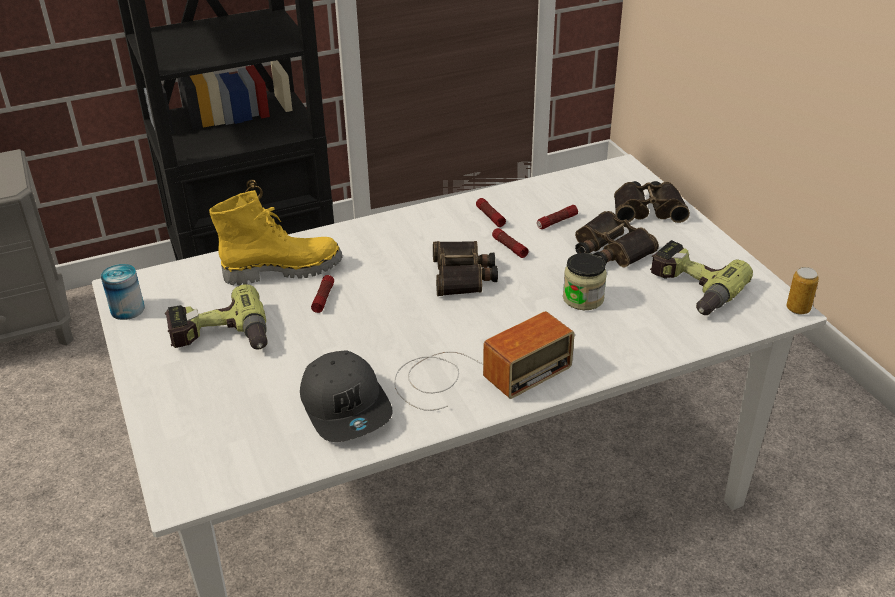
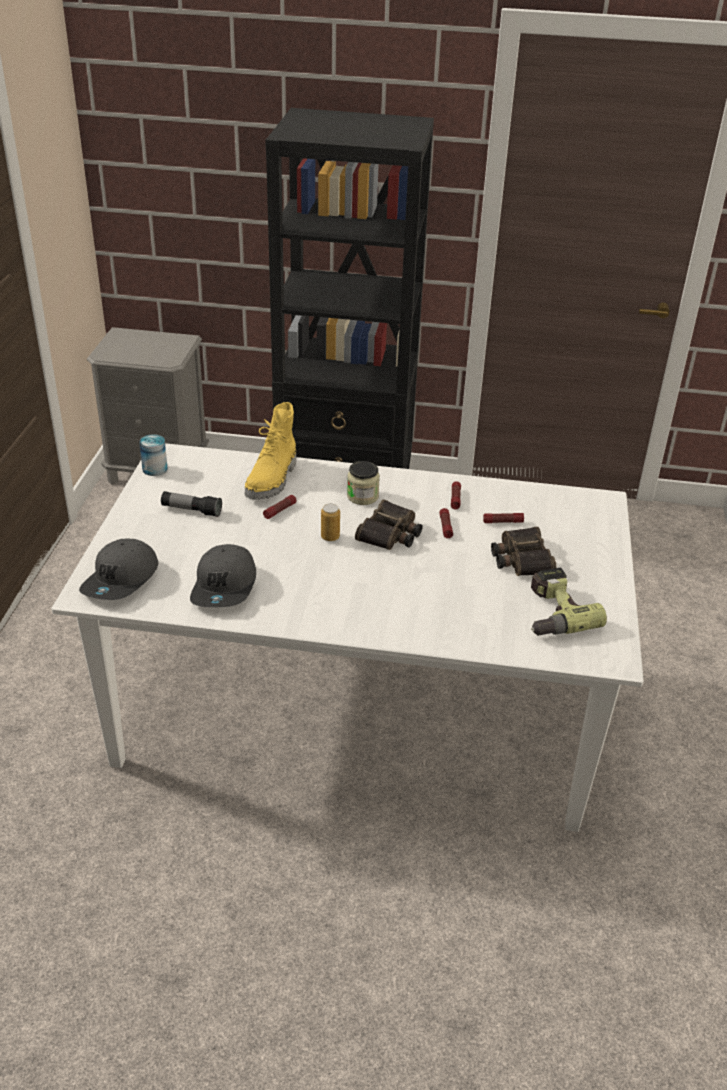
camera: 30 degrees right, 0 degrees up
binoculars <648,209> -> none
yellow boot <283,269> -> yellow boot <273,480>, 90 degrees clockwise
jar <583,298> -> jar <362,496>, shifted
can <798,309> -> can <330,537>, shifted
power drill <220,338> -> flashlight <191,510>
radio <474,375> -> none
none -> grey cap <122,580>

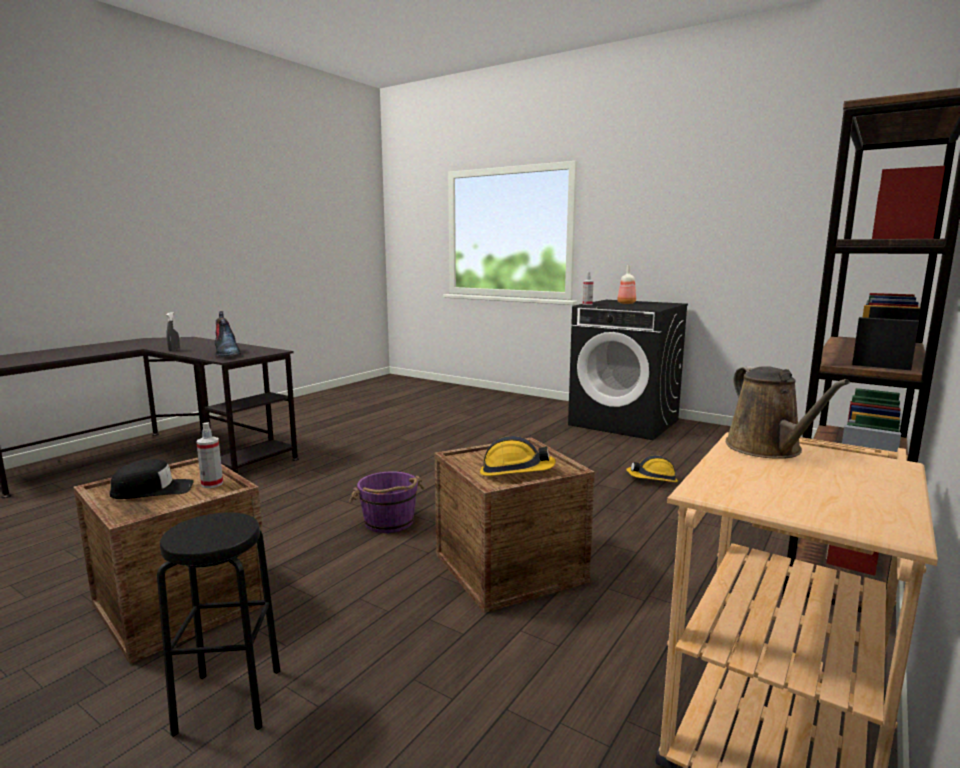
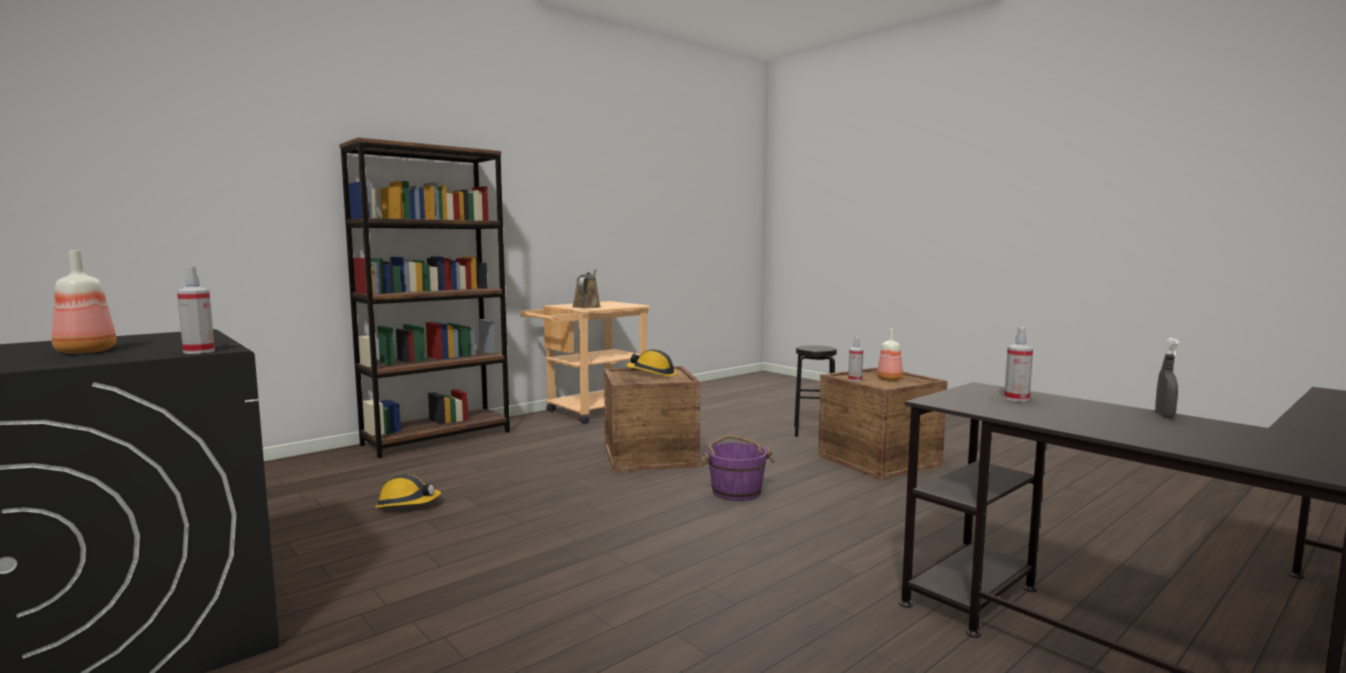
camera: 165 degrees left, 5 degrees down
boot <227,354> -> spray bottle <1016,399>
black cap <153,490> -> bottle <890,379>

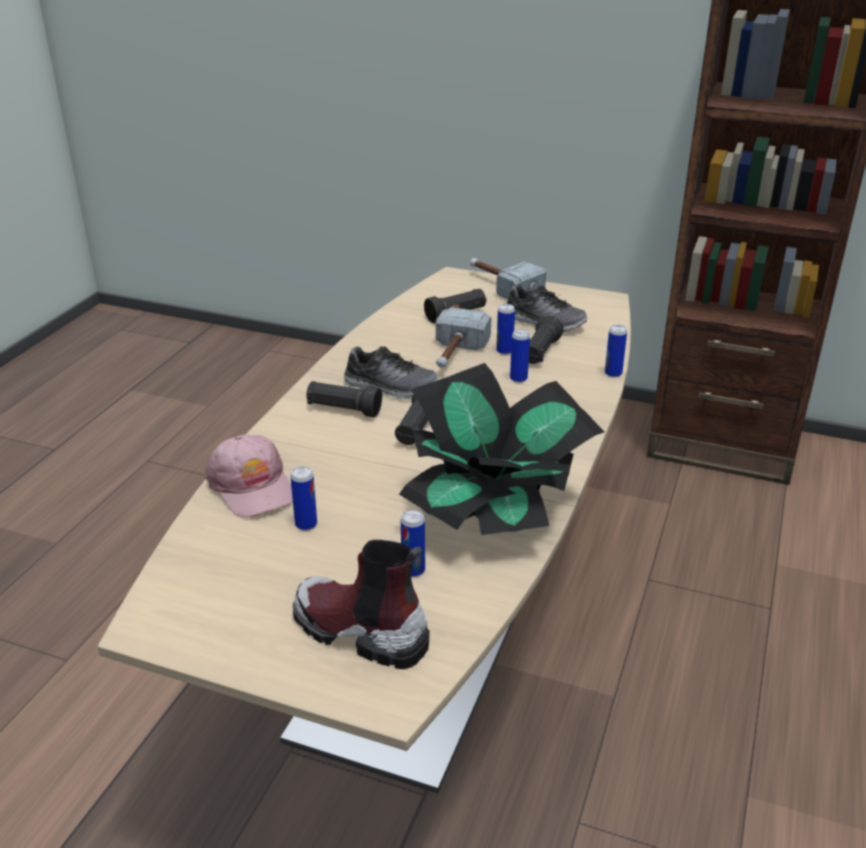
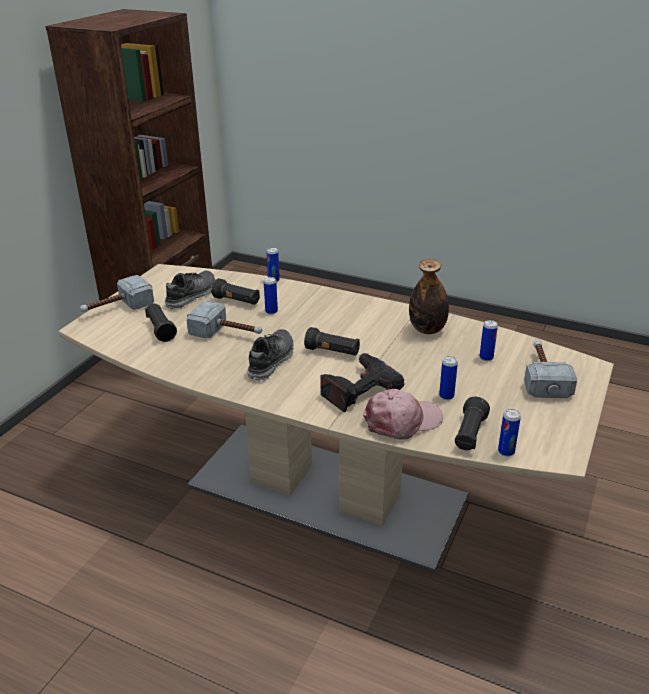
camera: 85 degrees left, 0 degrees up
can <504,351> -> can <506,451>, shifted
potted plant <494,512> -> bottle <427,329>
black flashlight <343,410> -> black flashlight <469,434>, shifted
boot <359,632> -> hammer <543,376>
none -> power drill <358,389>

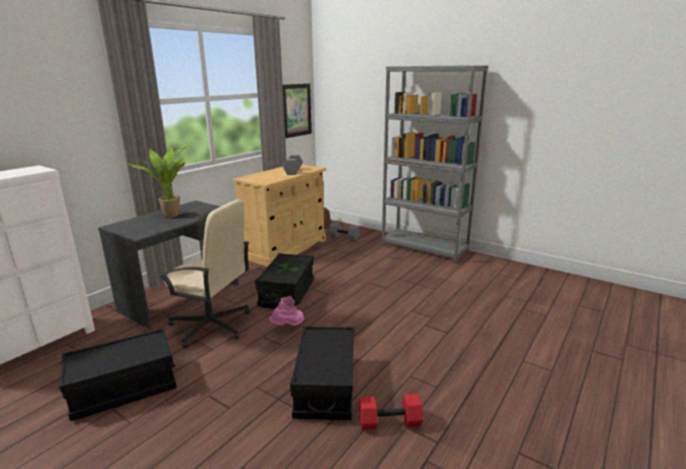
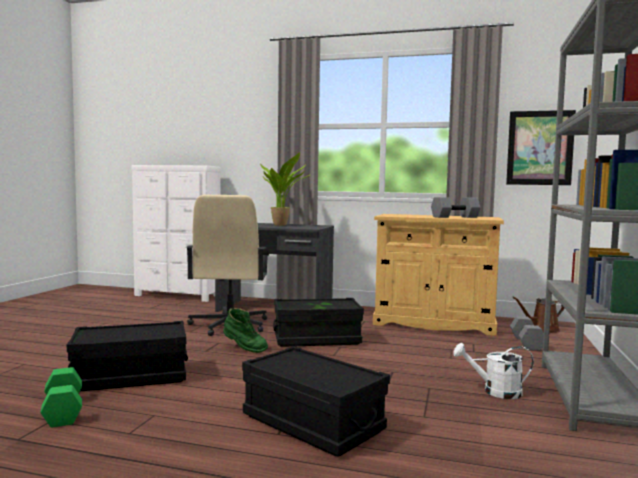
camera: 70 degrees right, 15 degrees down
pink boot <288,326> -> green boot <244,349>
black storage box <124,388> -> black storage box <312,423>, shifted
red dumbbell <390,421> -> green dumbbell <64,411>
none -> white watering can <495,392>

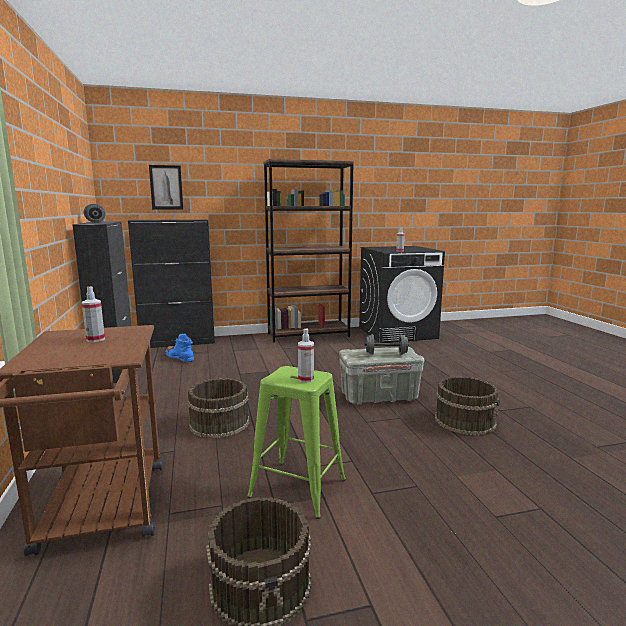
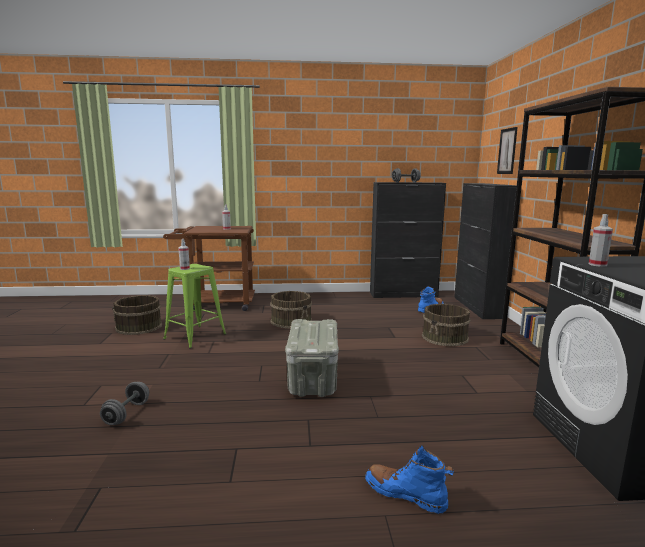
camera: 100 degrees right, 0 degrees up
grey dumbbell <386,354> -> grey dumbbell <127,413>, shifted
brown bucket <465,420> -> brown bucket <445,337>, shifted
none -> blue boot <405,494>

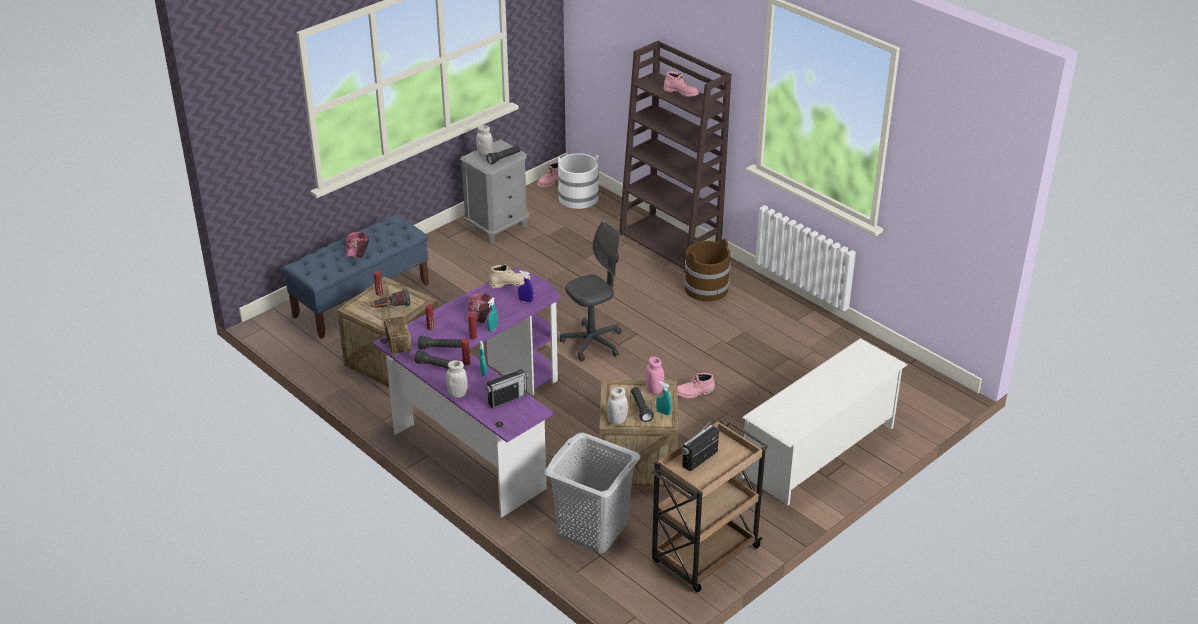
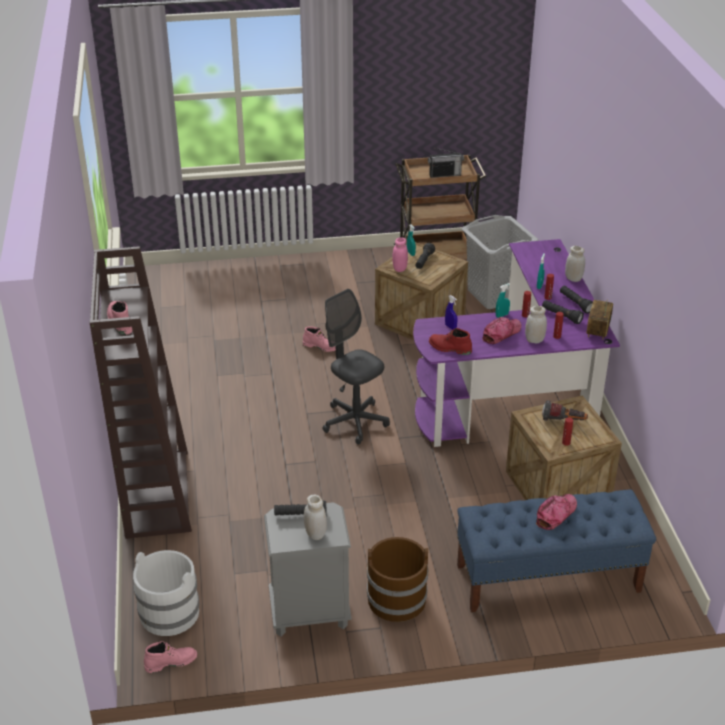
camera: 145 degrees left, 0 degrees up
grey office chair <592,343> -> grey office chair <355,422>, 45 degrees clockwise
brown bucket <706,289> -> brown bucket <397,599>, shifted
beige boot <509,283> -> red boot <449,348>
white shoe rack <819,452> -> none
radio <507,399> -> none
white jar <617,420> -> white jar <534,340>, shifted

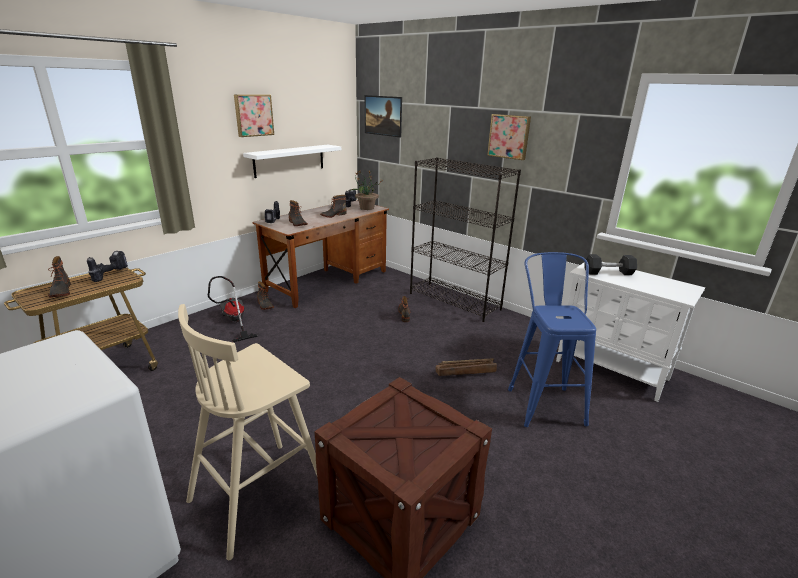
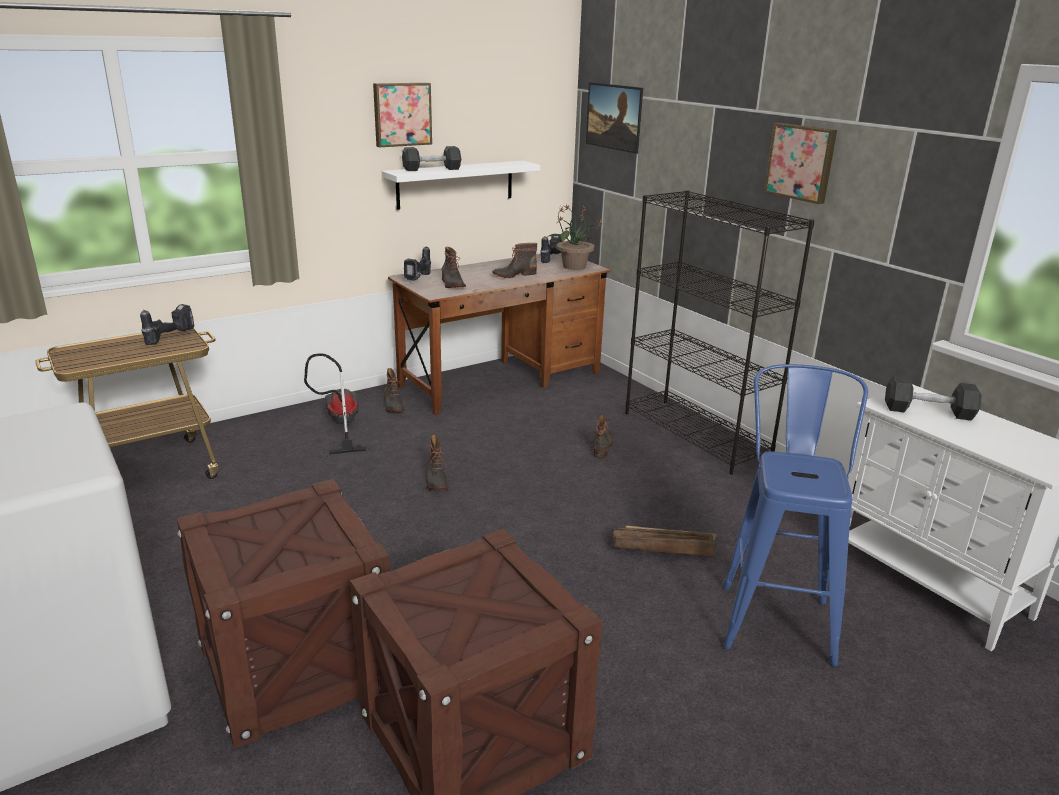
camera: 15 degrees right, 0 degrees up
boot <60,291> -> boot <435,480>, shifted
beige stool <260,493> -> crate <295,664>
none -> grey dumbbell <432,169>

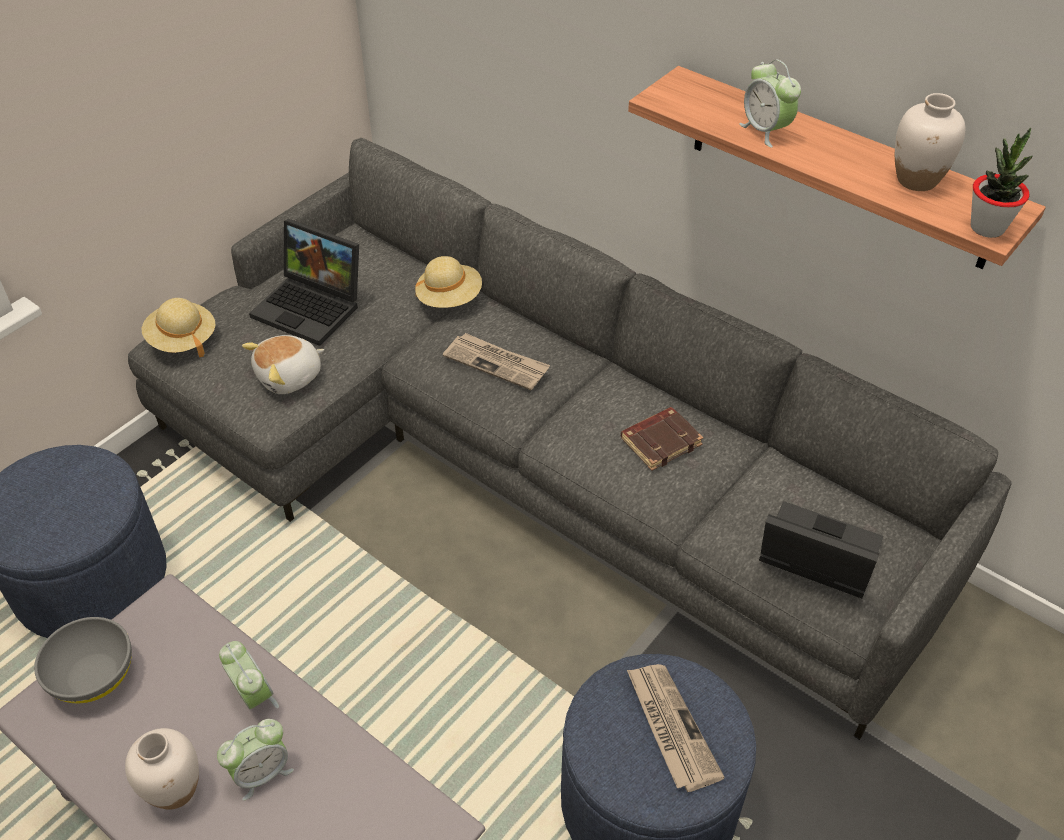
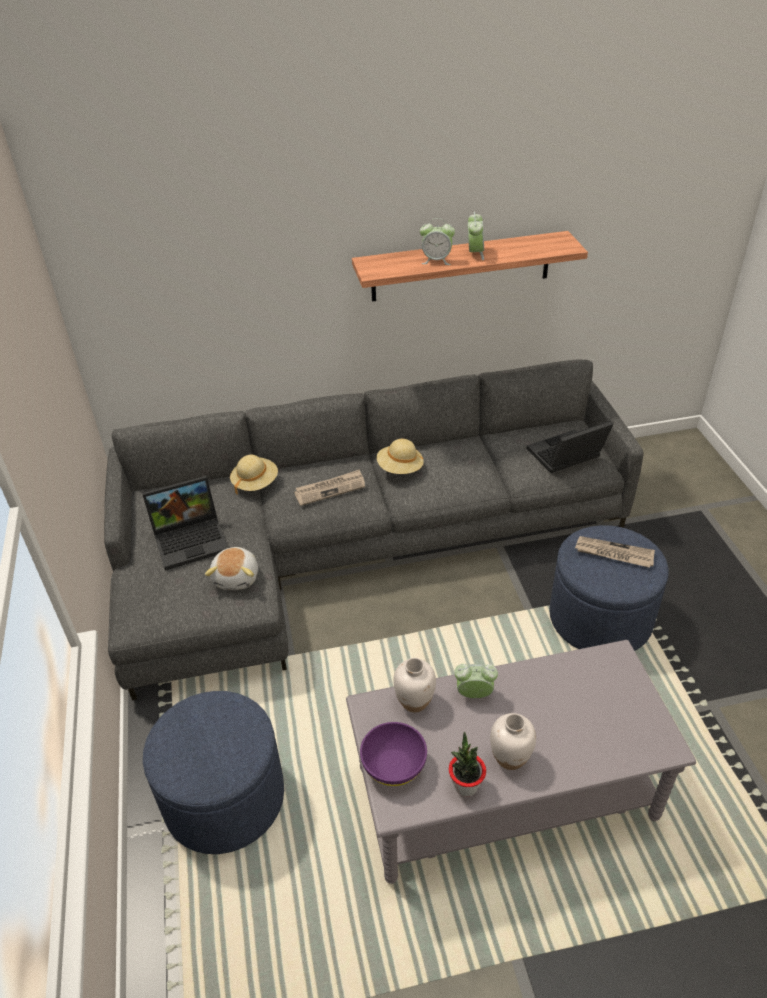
camera: 50 degrees left, 5 degrees down
white vase <917,180> -> white vase <415,701>, shifted
potted plant <987,227> -> potted plant <466,786>, shifted
beige hat <182,340> -> beige hat <400,468>, shifted
brown book <660,441> -> none
grey bowl <93,675> -> purple bowl <393,765>
alarm clock <262,773> -> alarm clock <475,253>, shifted

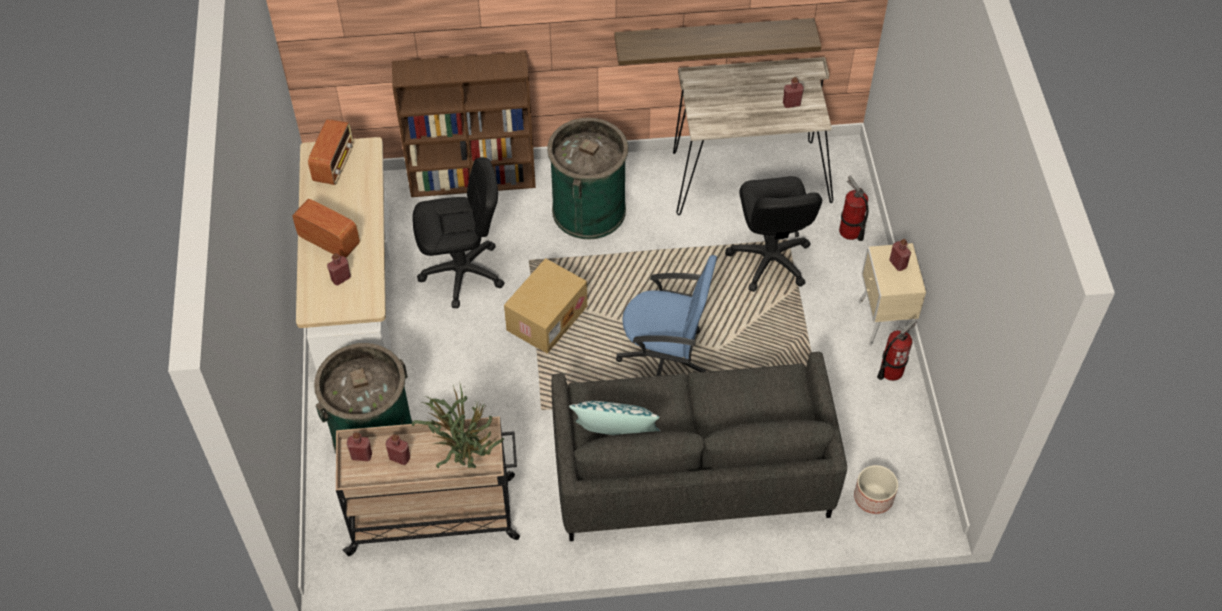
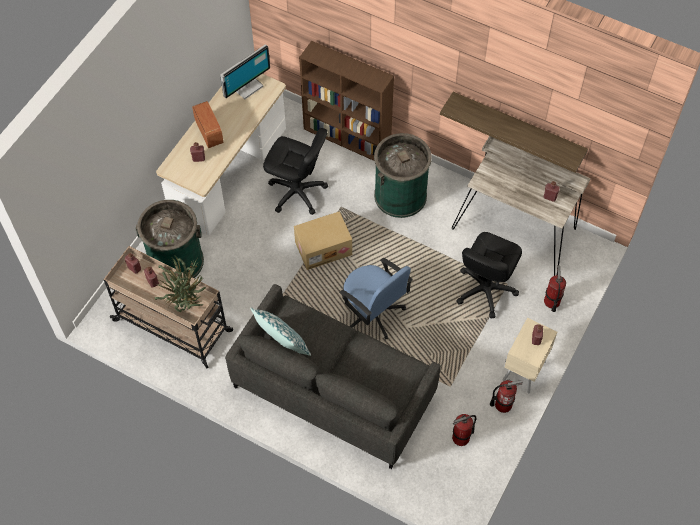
camera: 35 degrees right, 5 degrees up
radio <334,164> -> monitor <247,87>
planter <873,498> -> none
none -> fire extinguisher <461,438>

